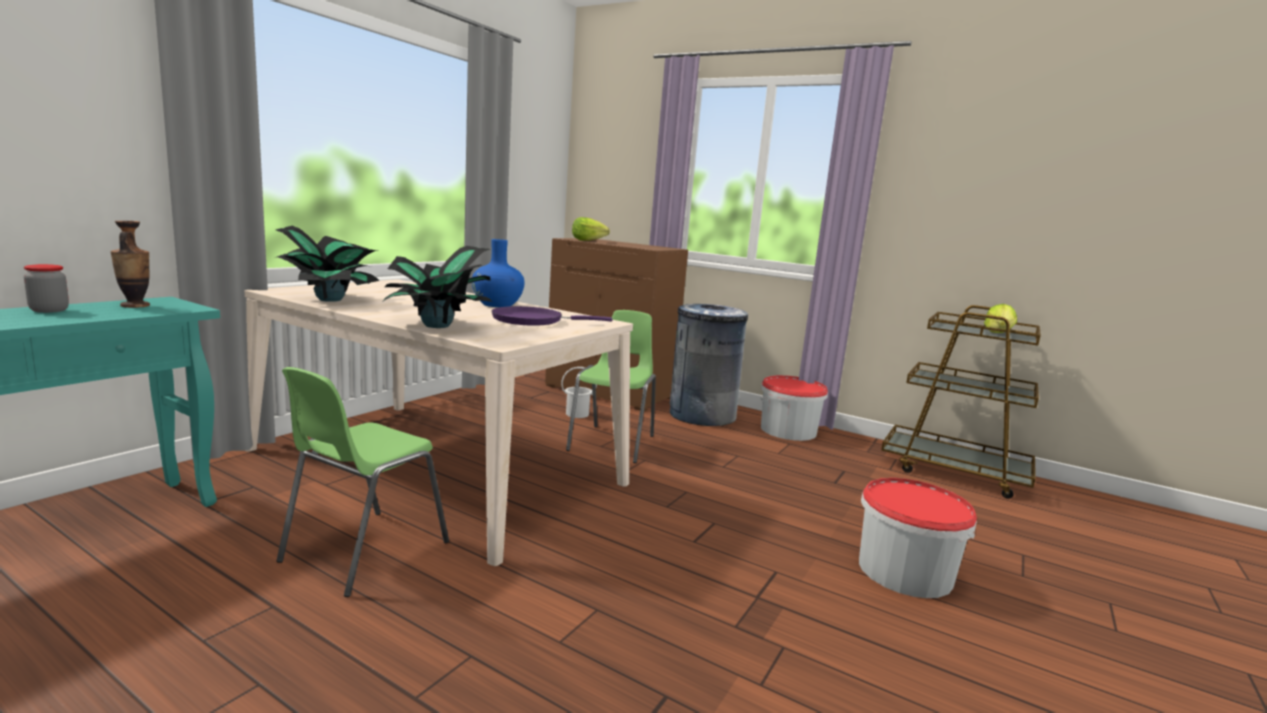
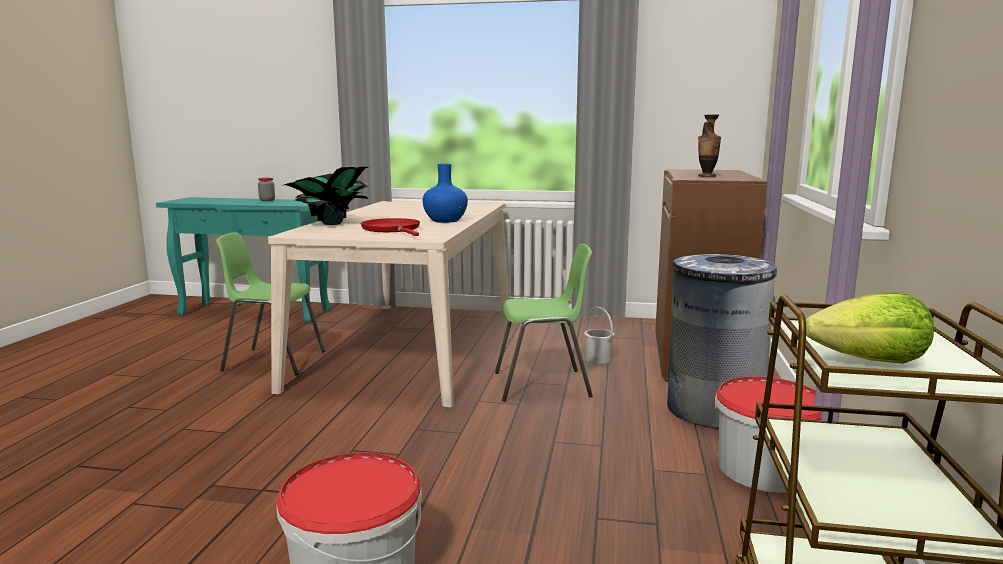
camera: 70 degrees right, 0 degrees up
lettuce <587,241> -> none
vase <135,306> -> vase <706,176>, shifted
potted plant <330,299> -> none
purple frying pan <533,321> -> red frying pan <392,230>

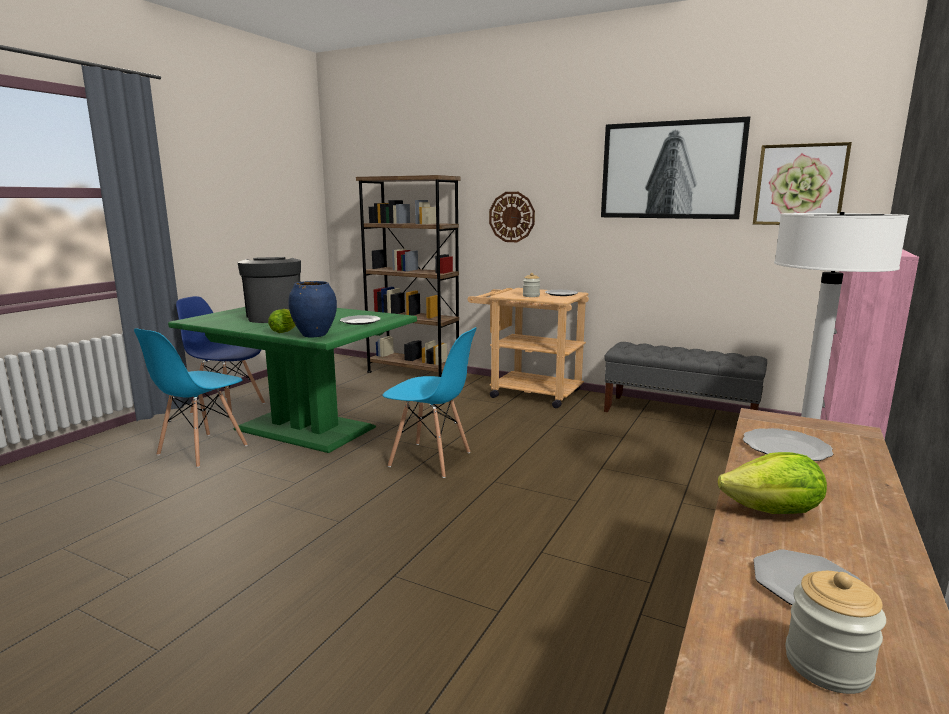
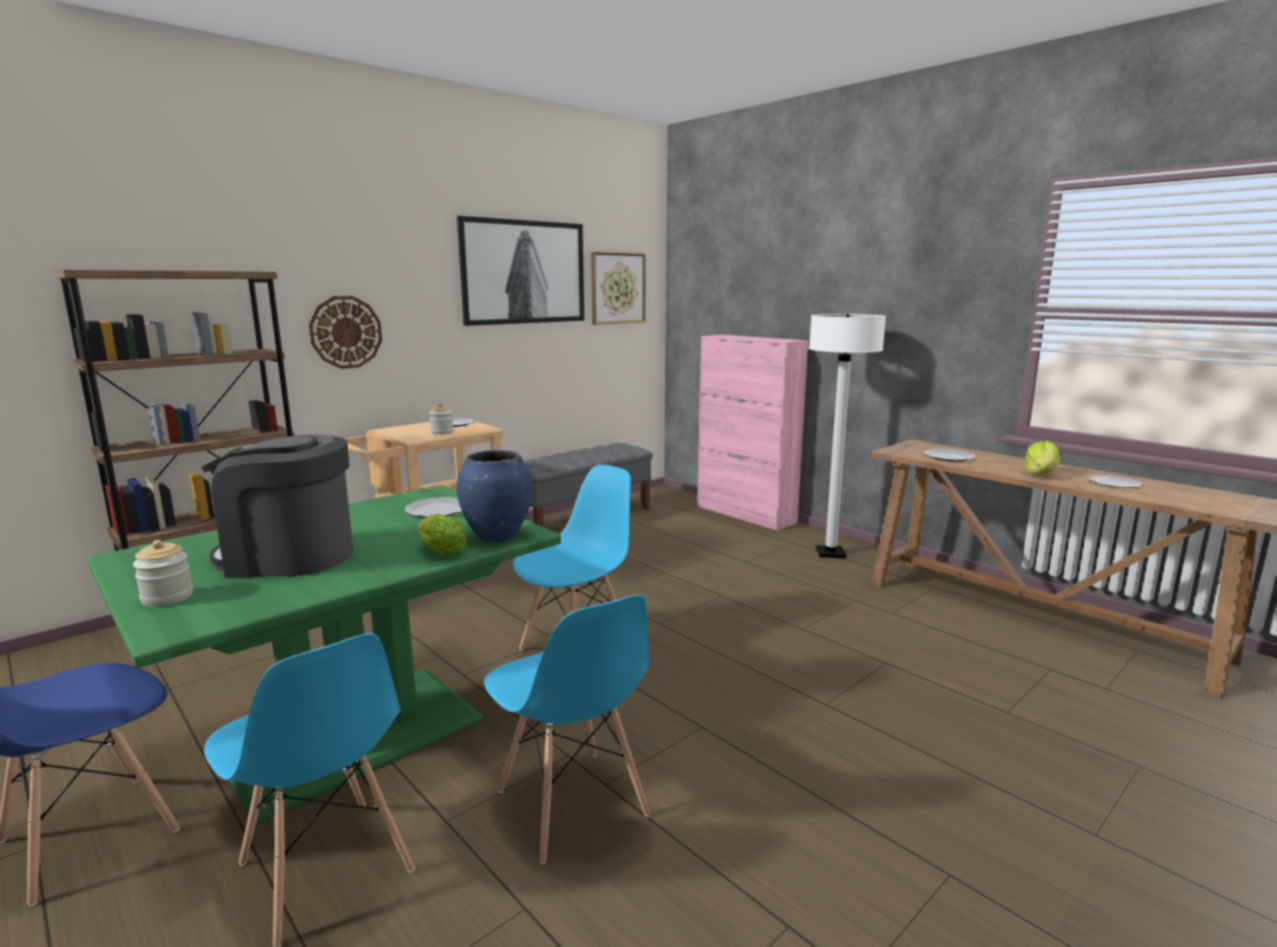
camera: 70 degrees left, 0 degrees up
jar <827,665> -> jar <167,597>, shifted
none -> blue chair <571,804>

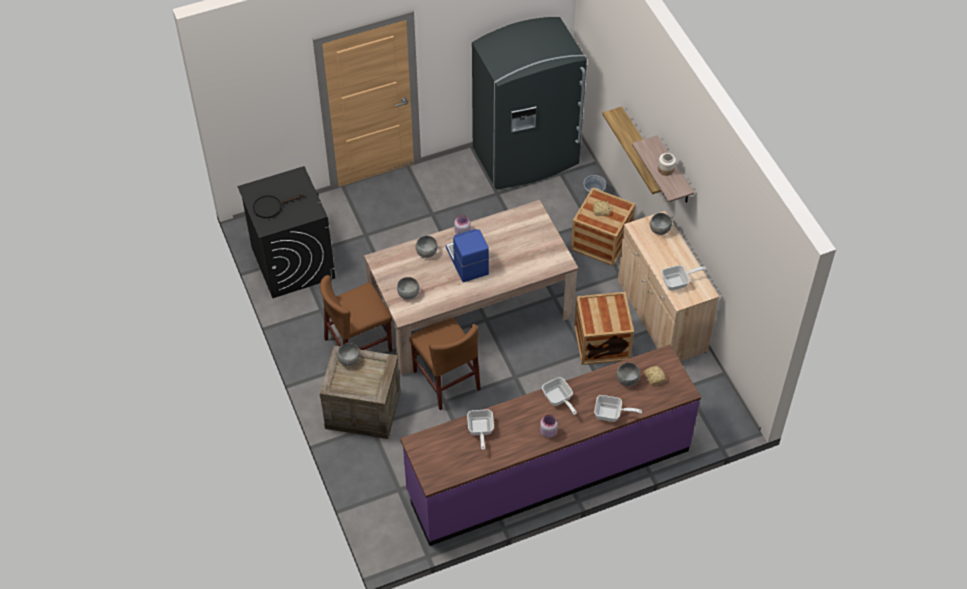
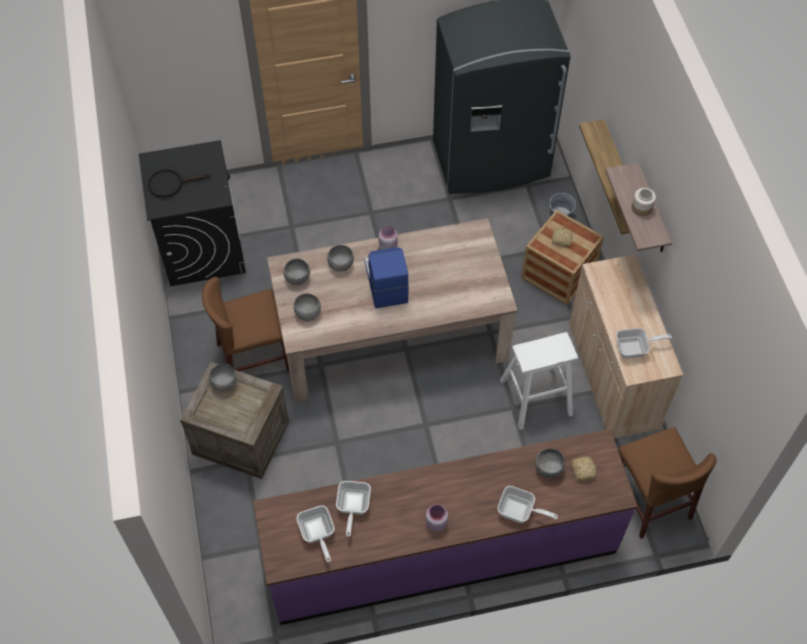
camera: 10 degrees right, 5 degrees up
grey bowl <660,230> -> grey bowl <298,278>, shifted
crate <602,342> -> white stool <536,397>
brown chair <446,380> -> brown chair <650,499>, shifted
frying pan <558,399> -> frying pan <317,534>, shifted

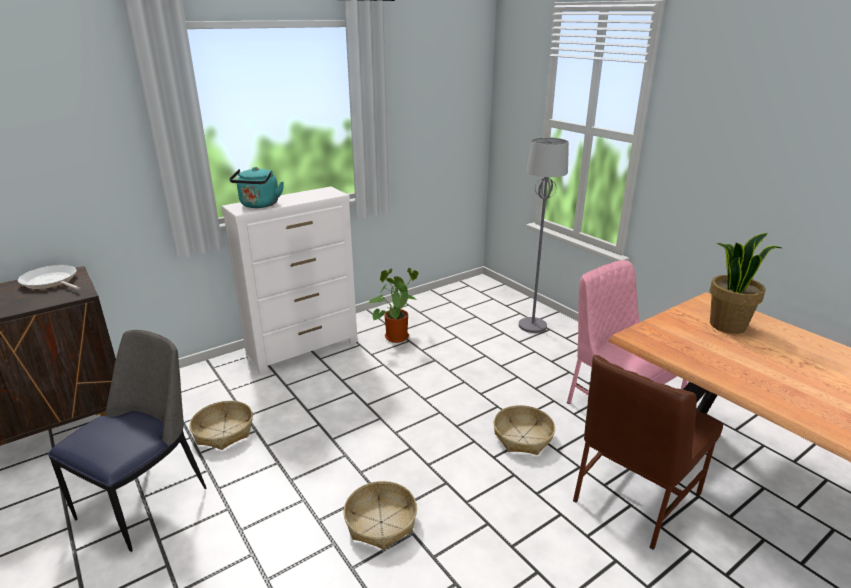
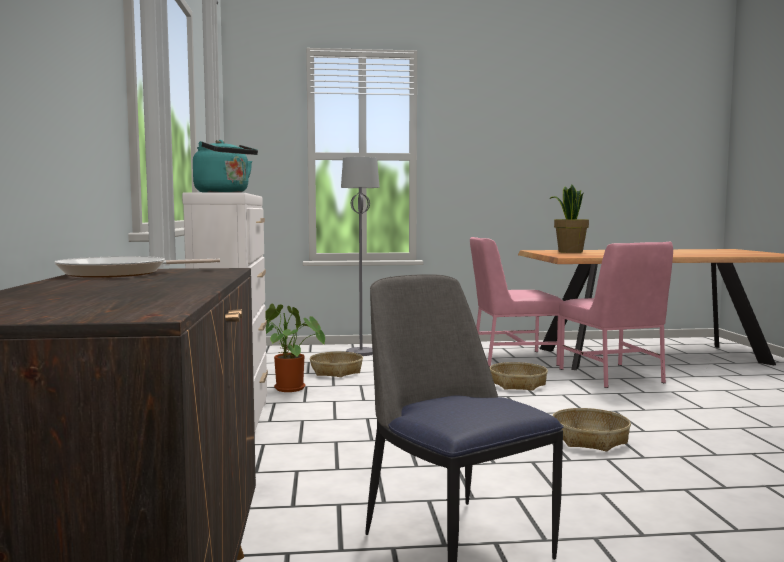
camera: 60 degrees left, 20 degrees down
brown chair <633,497> -> pink chair <612,376>
basket <224,432> -> basket <336,371>, shifted

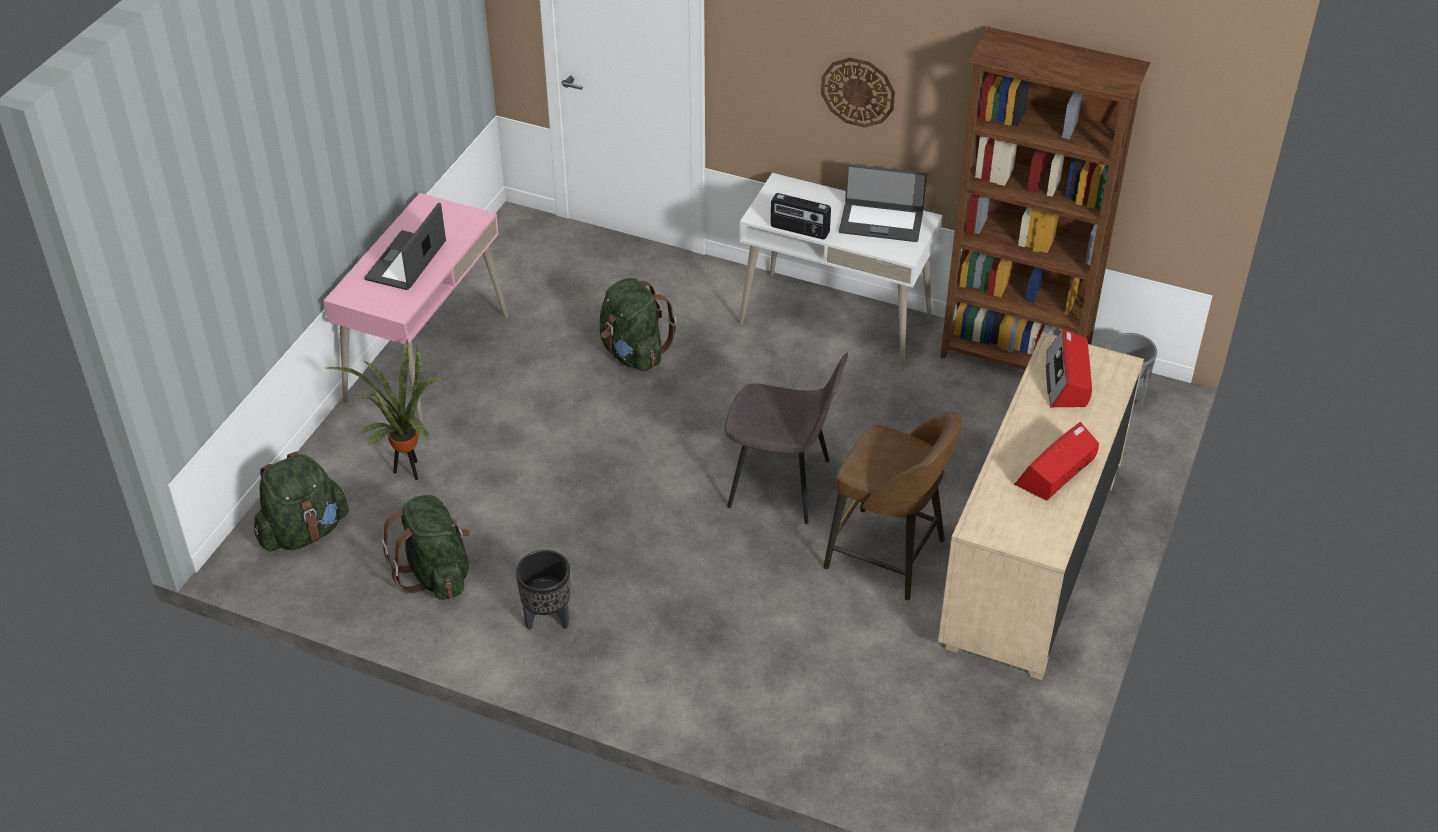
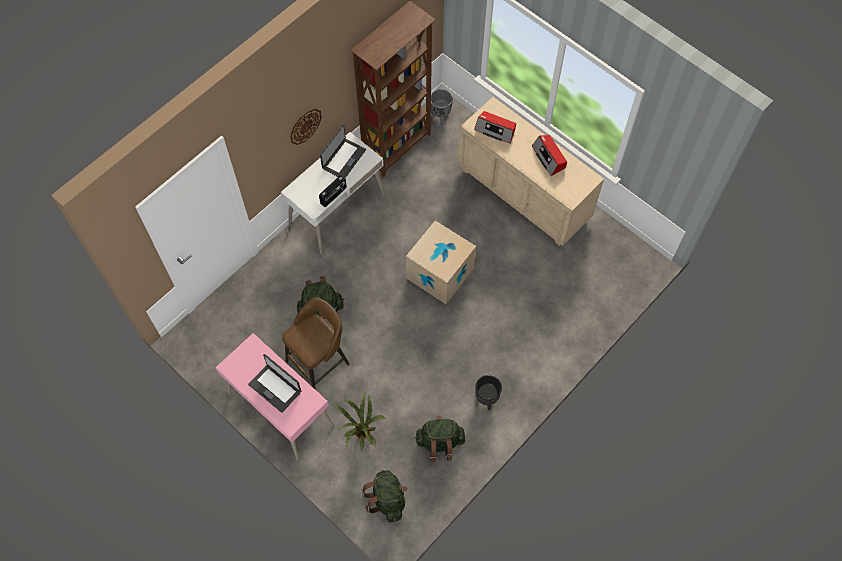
camera: 70 degrees left, 20 degrees up
grey chair <782,484> -> cardboard box <440,273>
brown stool <888,555> -> brown stool <319,361>, shifted

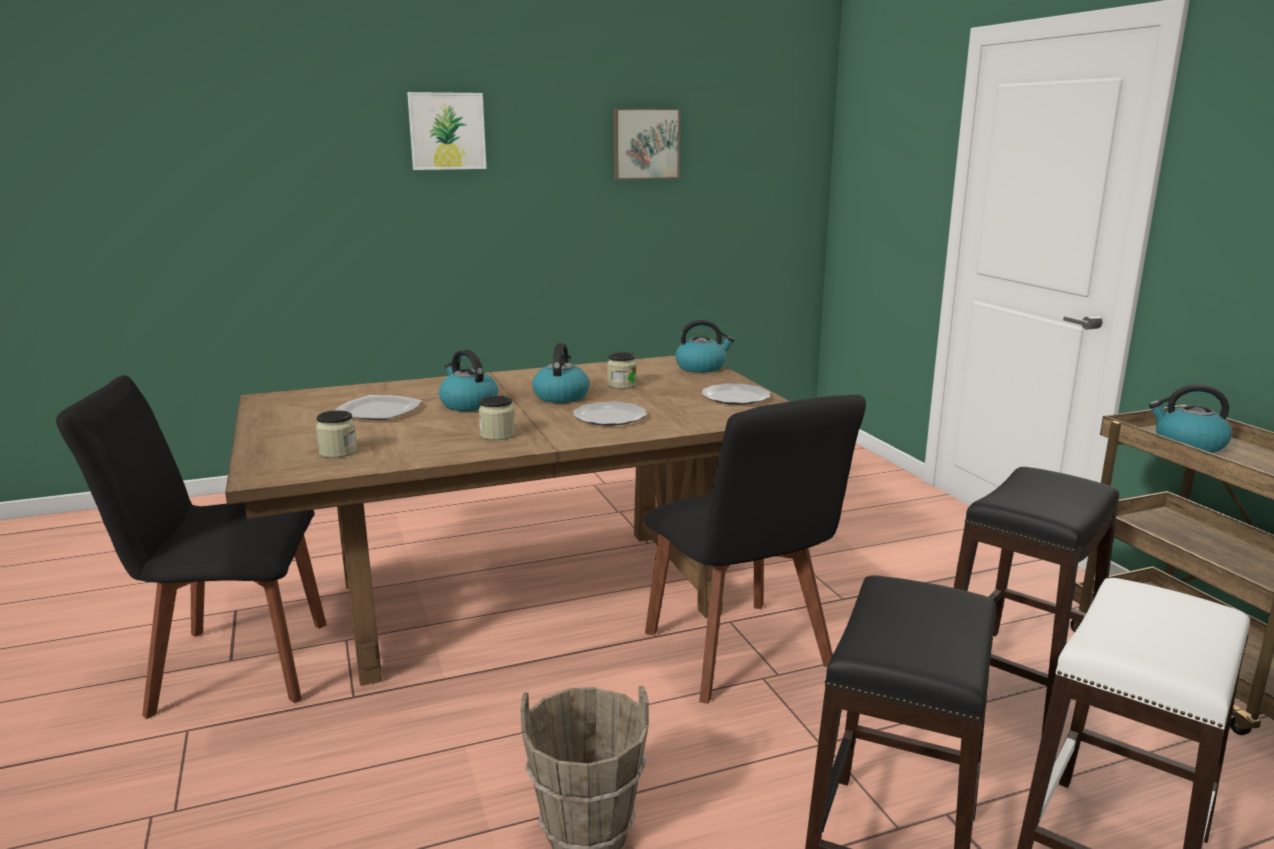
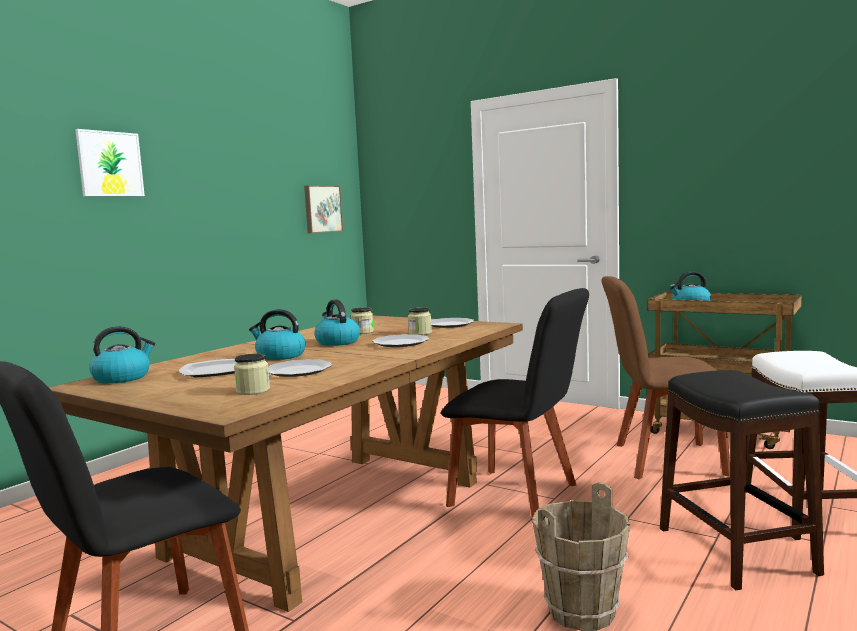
camera: 35 degrees left, 10 degrees down
picture <645,143> -> picture <322,209>, shifted
kettle <701,367> -> kettle <122,378>, shifted
jar <497,435> -> jar <420,333>, shifted
black stool <1016,680> -> brown chair <663,460>
none -> plate <299,371>

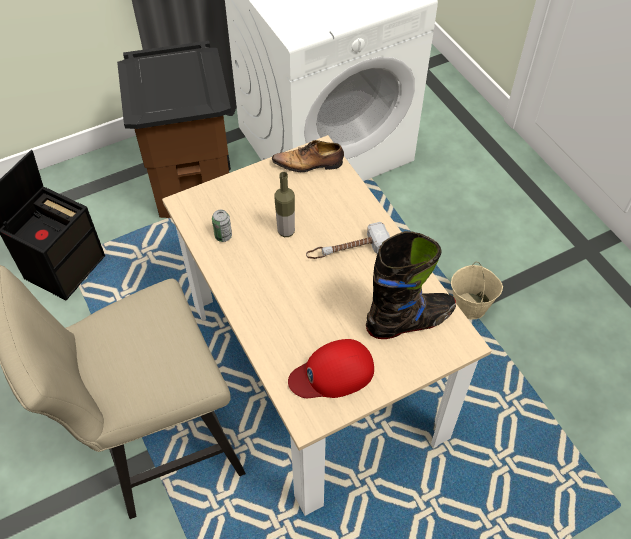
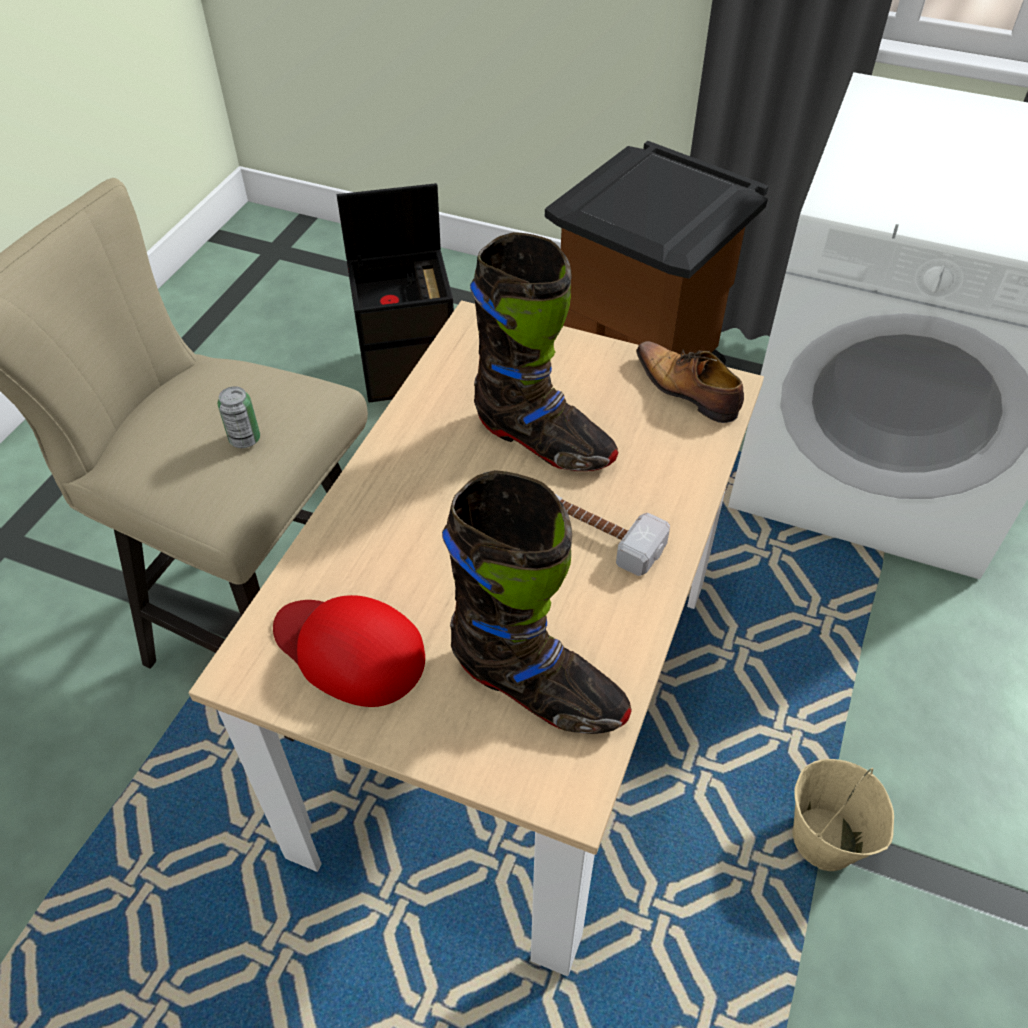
camera: 50 degrees right, 5 degrees down
bottle <286,231> -> black boot <543,441>
can <223,236> -> can <245,439>, shifted

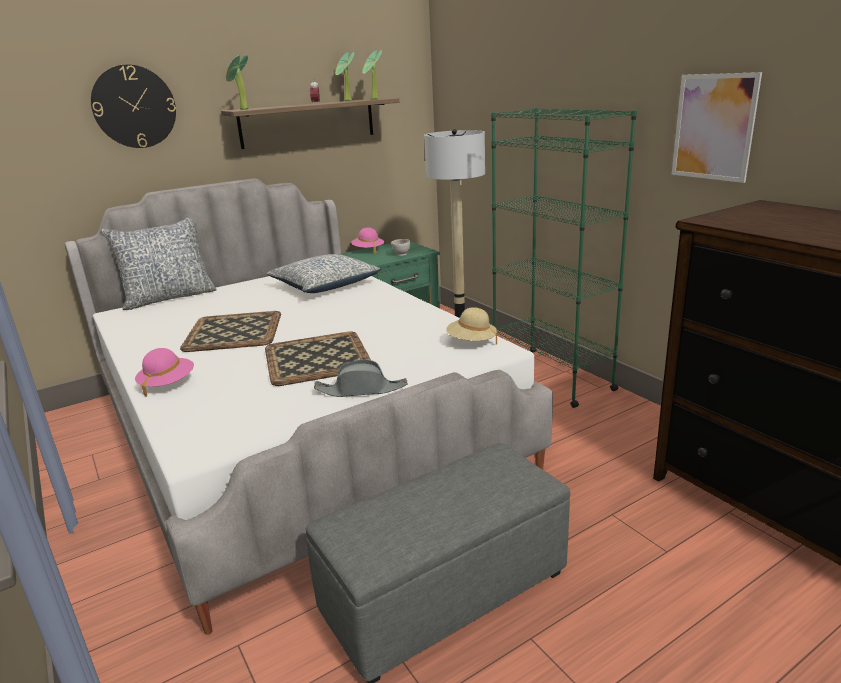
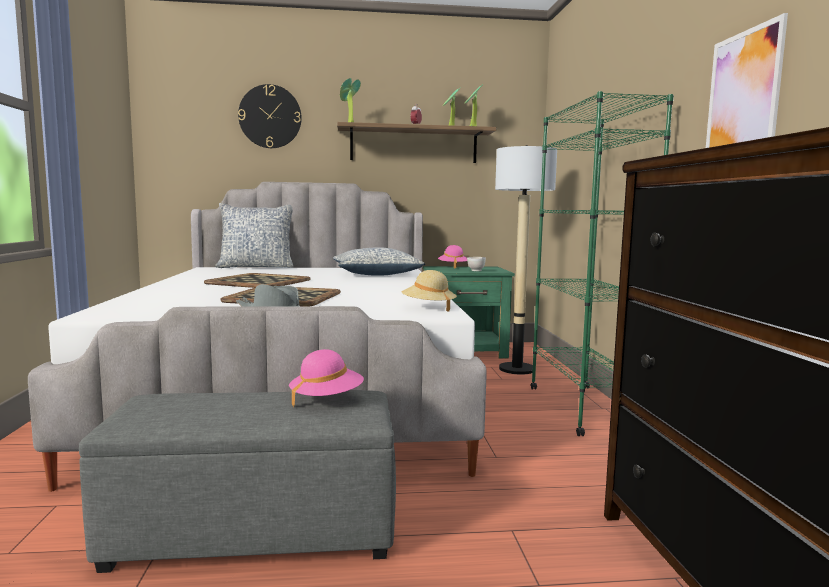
camera: 25 degrees right, 15 degrees down
pink hat <167,384> -> pink hat <326,399>, shifted

